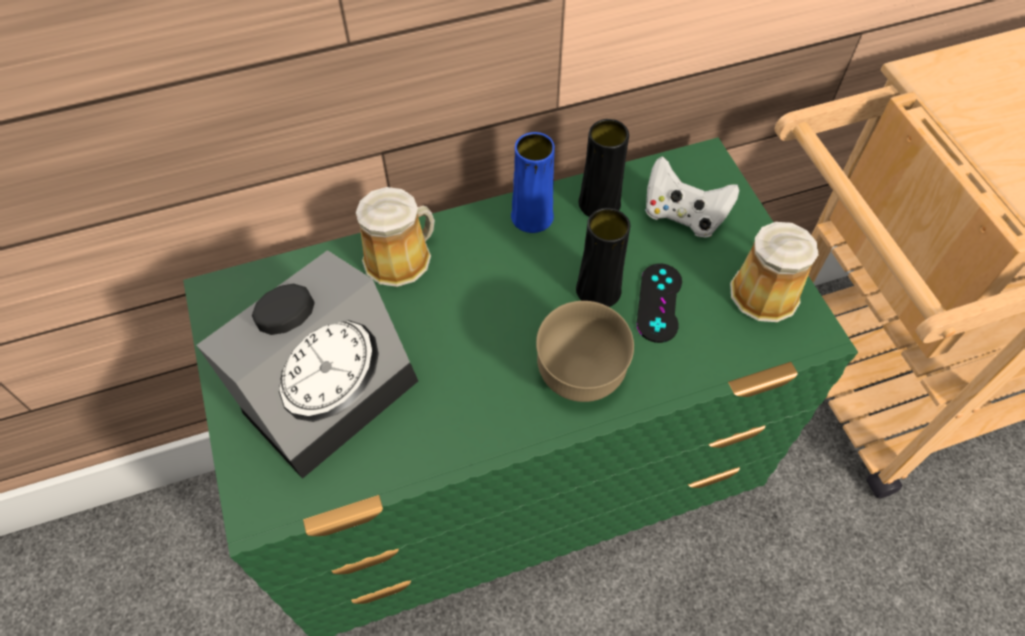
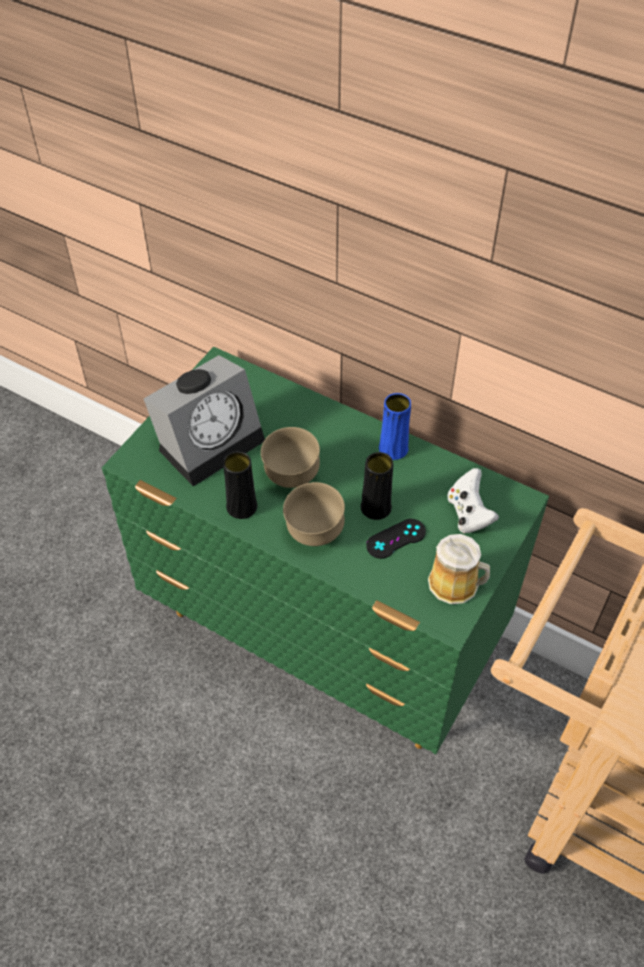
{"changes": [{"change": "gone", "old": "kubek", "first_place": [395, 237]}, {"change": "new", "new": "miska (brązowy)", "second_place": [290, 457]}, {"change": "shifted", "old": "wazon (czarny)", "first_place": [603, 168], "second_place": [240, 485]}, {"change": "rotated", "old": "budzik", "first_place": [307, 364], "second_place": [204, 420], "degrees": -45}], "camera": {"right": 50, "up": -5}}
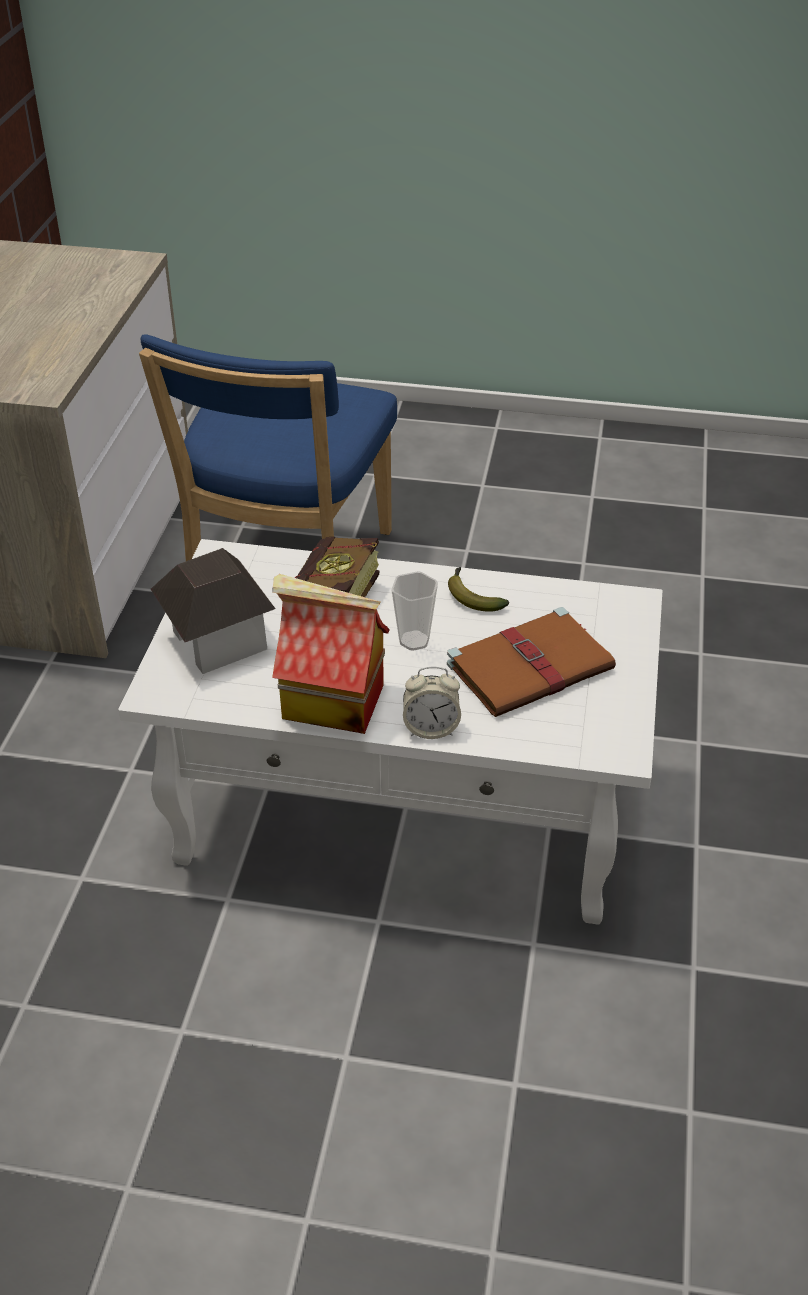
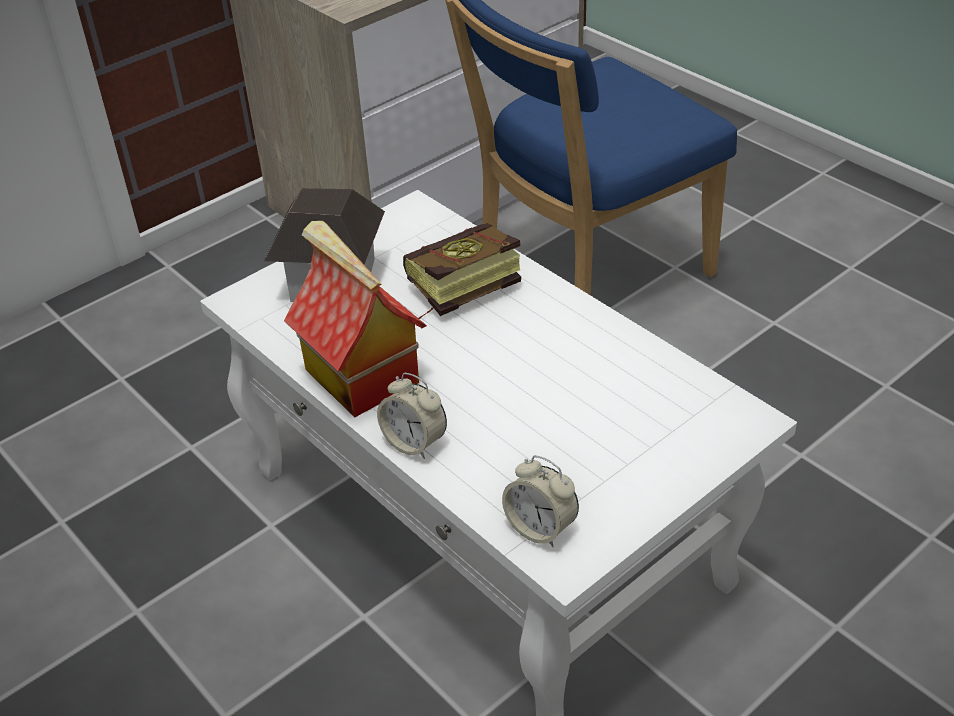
{"changes": [{"change": "gone", "old": "filiżanka", "first_place": [414, 611]}, {"change": "gone", "old": "książka (brązowy)", "first_place": [531, 662]}, {"change": "gone", "old": "banan", "first_place": [478, 589]}, {"change": "new", "new": "budzik", "second_place": [540, 501]}], "camera": {"right": 40, "up": 0}}
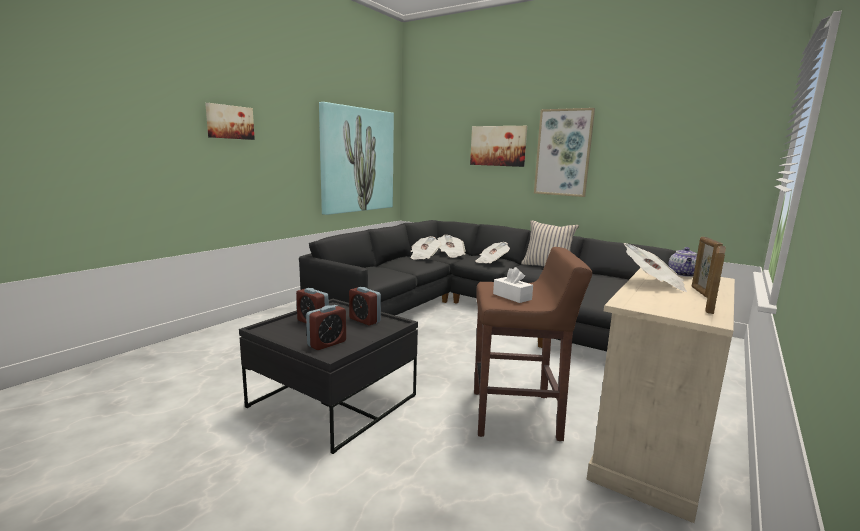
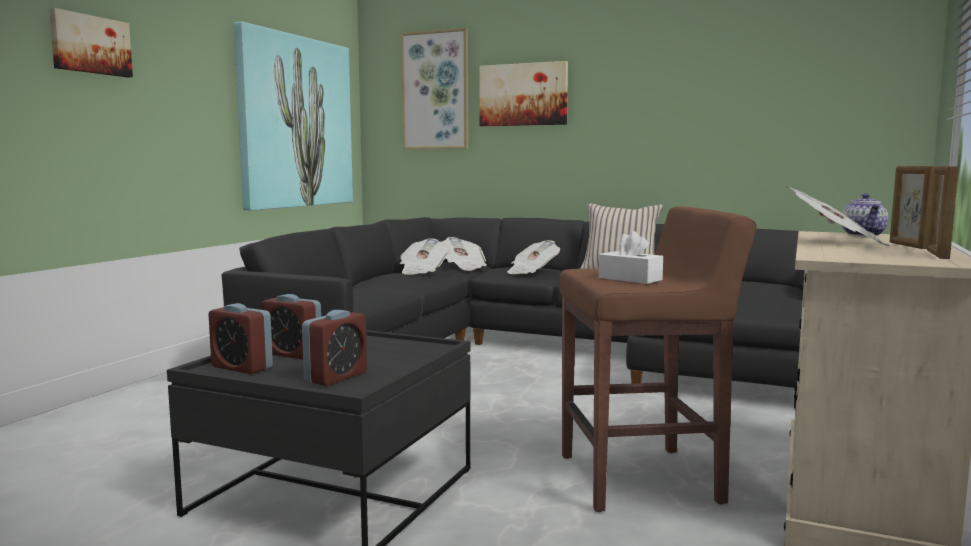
{"changes": [{"change": "shifted", "old": "budzik", "first_place": [365, 306], "second_place": [240, 338]}, {"change": "shifted", "old": "obraz", "first_place": [564, 152], "second_place": [435, 88]}], "camera": {"right": -10, "up": -5}}
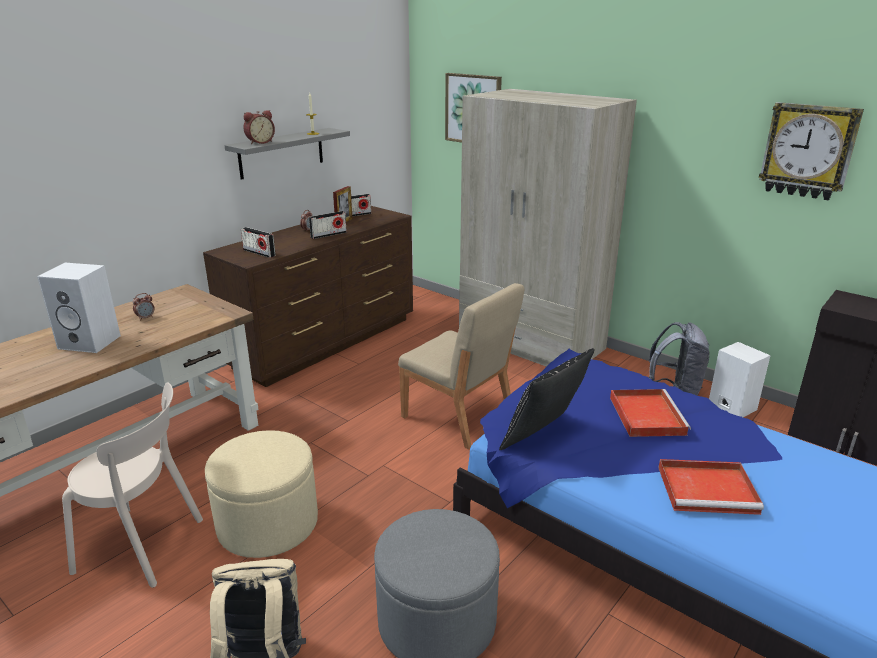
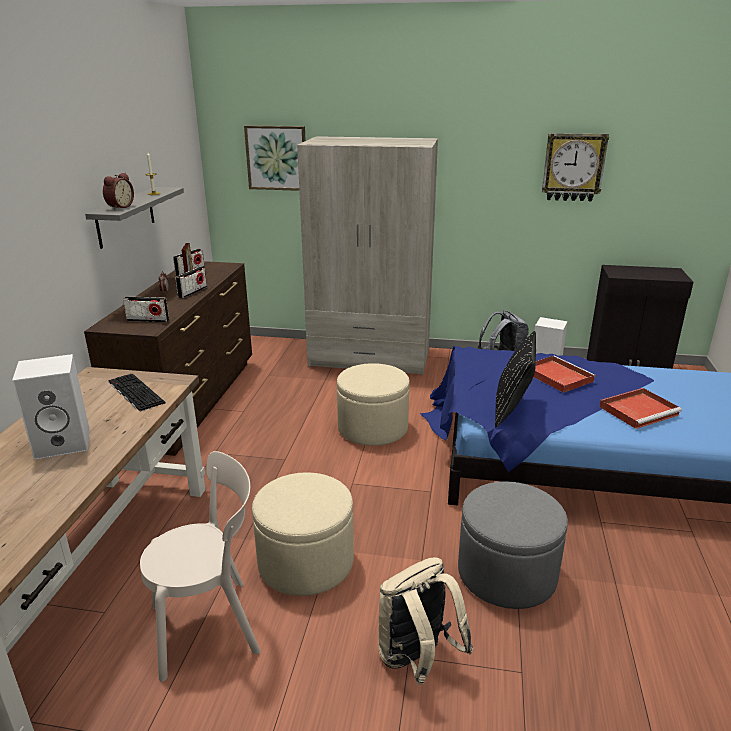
{"changes": [{"change": "gone", "old": "budzik", "first_place": [143, 306]}, {"change": "new", "new": "klawiatura", "second_place": [137, 393]}, {"change": "swapped", "old": "krzesło (beżowy)", "new": "pufa (beżowy)", "first_place": [461, 366], "second_place": [373, 404]}], "camera": {"right": -30, "up": 0}}
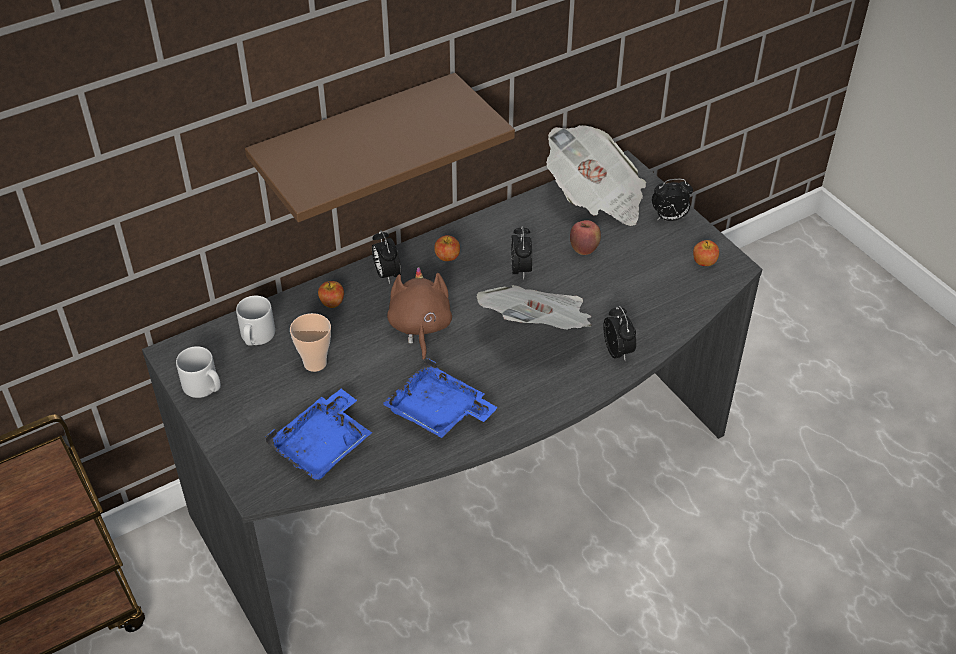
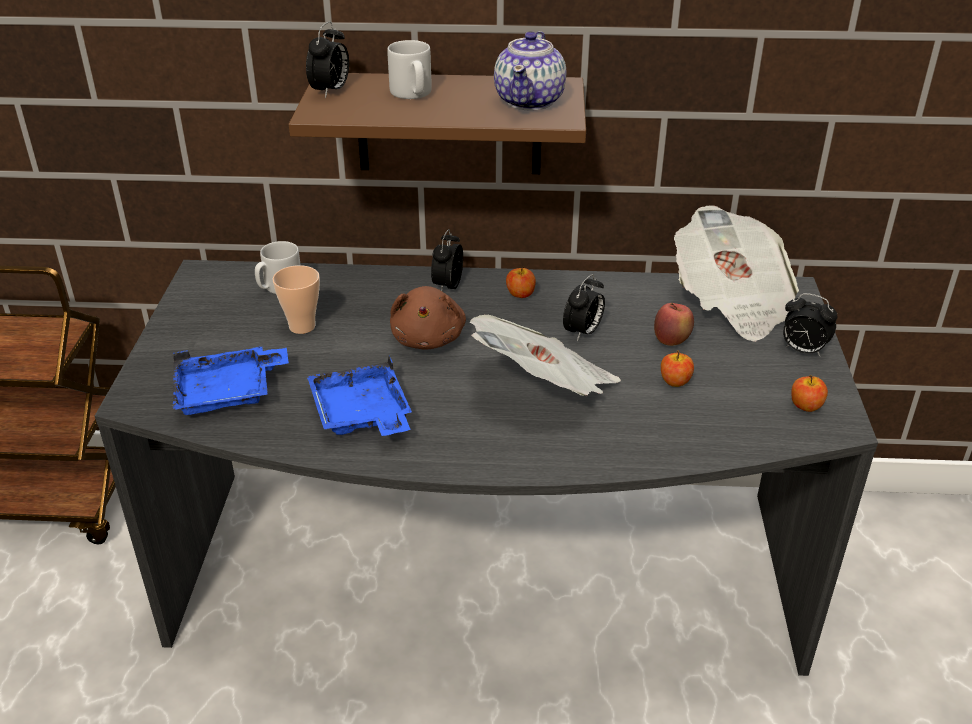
{"changes": [{"change": "new", "new": "imbryk", "second_place": [530, 71]}, {"change": "shifted", "old": "kubek (szary)", "first_place": [198, 372], "second_place": [409, 69]}, {"change": "shifted", "old": "jabłko", "first_place": [331, 294], "second_place": [677, 368]}, {"change": "shifted", "old": "budzik", "first_place": [619, 333], "second_place": [327, 60]}, {"change": "rotated", "old": "pluszak (brązowy)", "first_place": [419, 314], "second_place": [428, 318], "degrees": 150}], "camera": {"right": 35, "up": -10}}
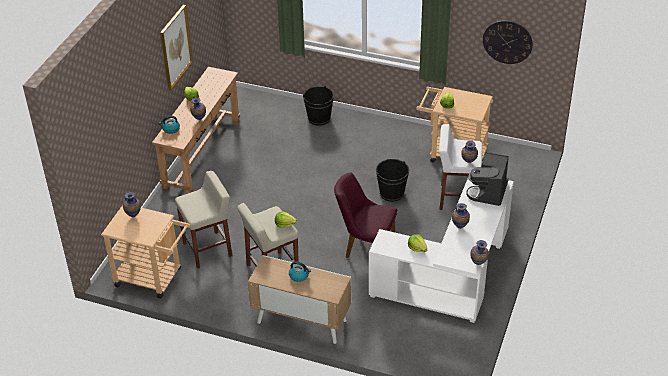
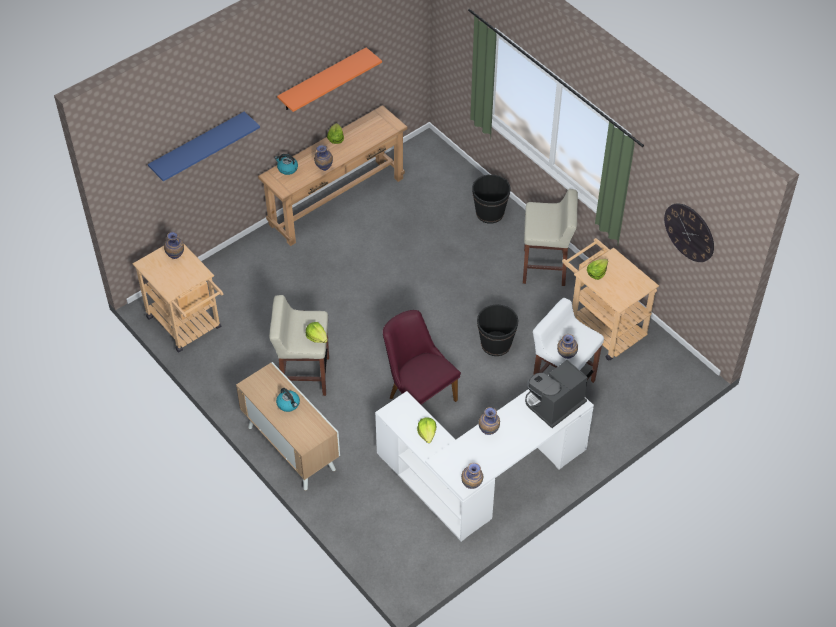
{"changes": [{"change": "new", "new": "półka (niebieski)", "second_place": [204, 146]}, {"change": "shifted", "old": "stołek (beżowy)", "first_place": [203, 219], "second_place": [550, 237]}, {"change": "swapped", "old": "obraz", "new": "półka (pomarańczowy)", "first_place": [176, 47], "second_place": [329, 79]}], "camera": {"right": 30, "up": 10}}
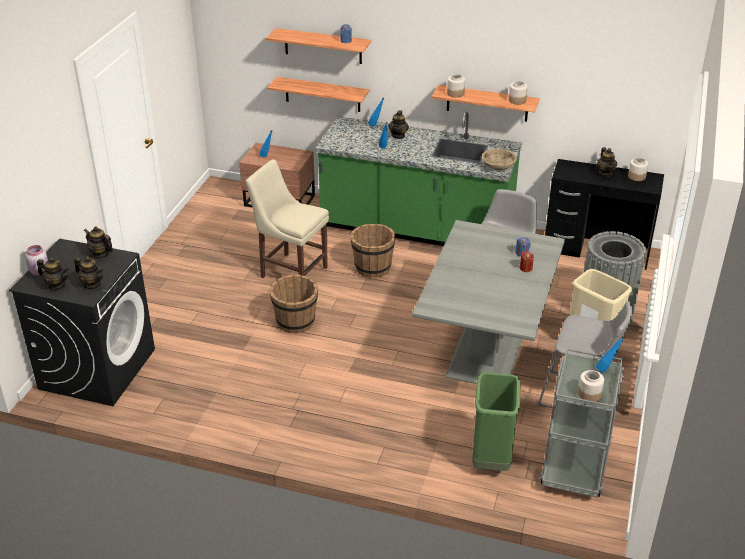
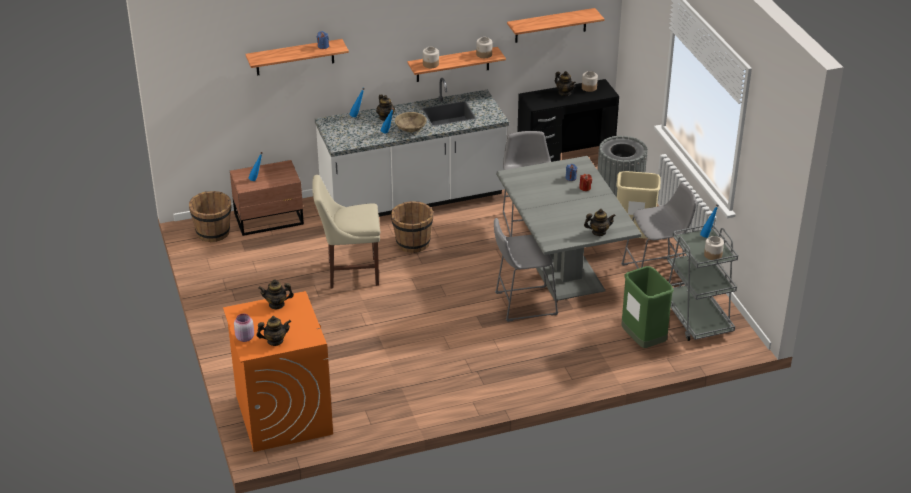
{"changes": [{"change": "new", "new": "stołek (szary)", "second_place": [526, 270]}, {"change": "shifted", "old": "imbryk", "first_place": [89, 272], "second_place": [600, 222]}, {"change": "shifted", "old": "półka", "first_place": [318, 94], "second_place": [555, 25]}, {"change": "shifted", "old": "wiadro (brązowy)", "first_place": [293, 304], "second_place": [210, 216]}, {"change": "shifted", "old": "miska (beżowy)", "first_place": [499, 159], "second_place": [411, 122]}, {"change": "repainted", "old": "pralka (czarny)", "new": "pralka (pomarańczowy)", "first_place": [82, 322], "second_place": [278, 371]}, {"change": "repainted", "old": "zabudowa kuchenna (zielony)", "new": "zabudowa kuchenna (biały)", "first_place": [419, 179], "second_place": [412, 147]}], "camera": {"right": -35, "up": 0}}
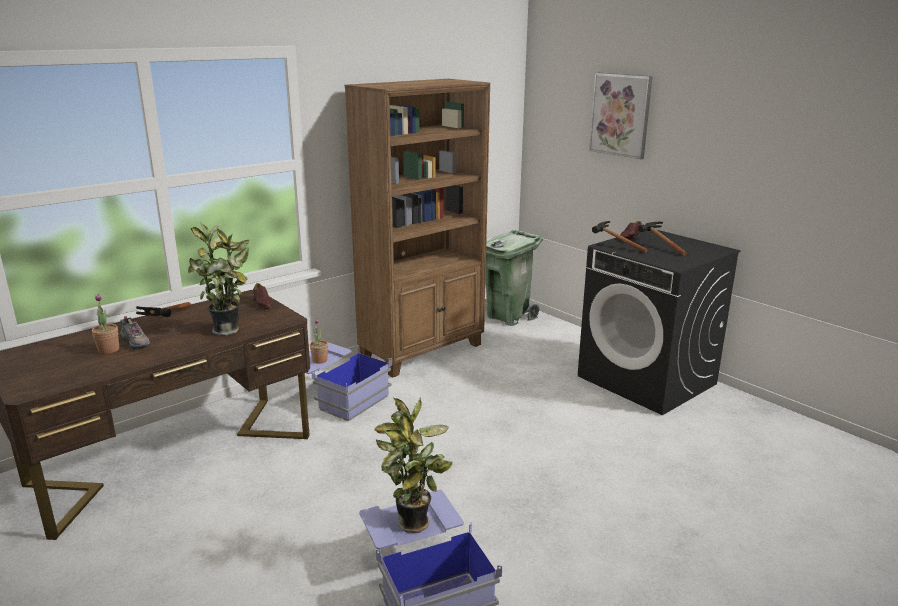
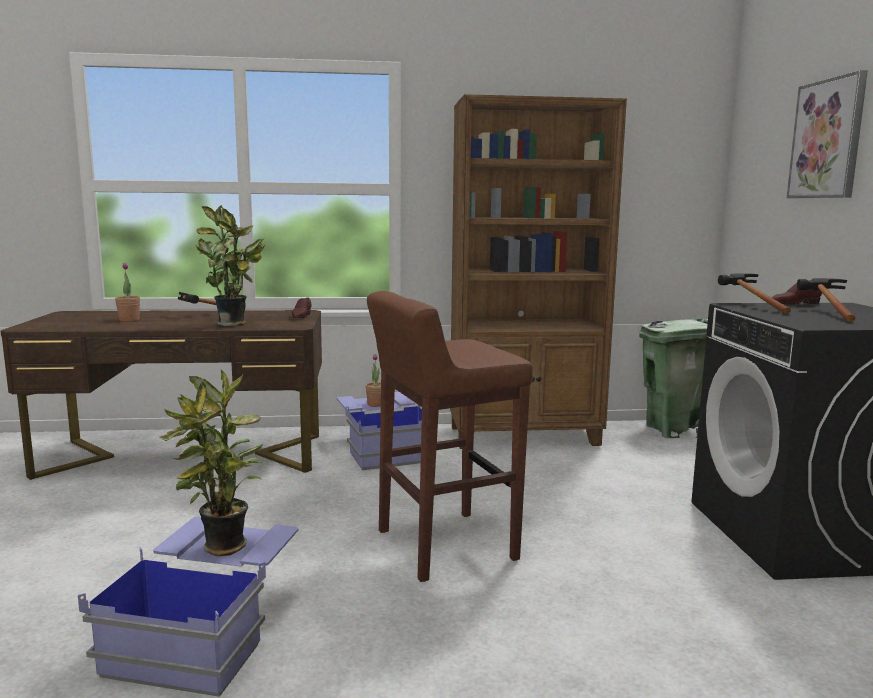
{"changes": [{"change": "gone", "old": "but", "first_place": [135, 332]}, {"change": "new", "new": "stołek (brązowy)", "second_place": [449, 436]}], "camera": {"right": 35, "up": -10}}
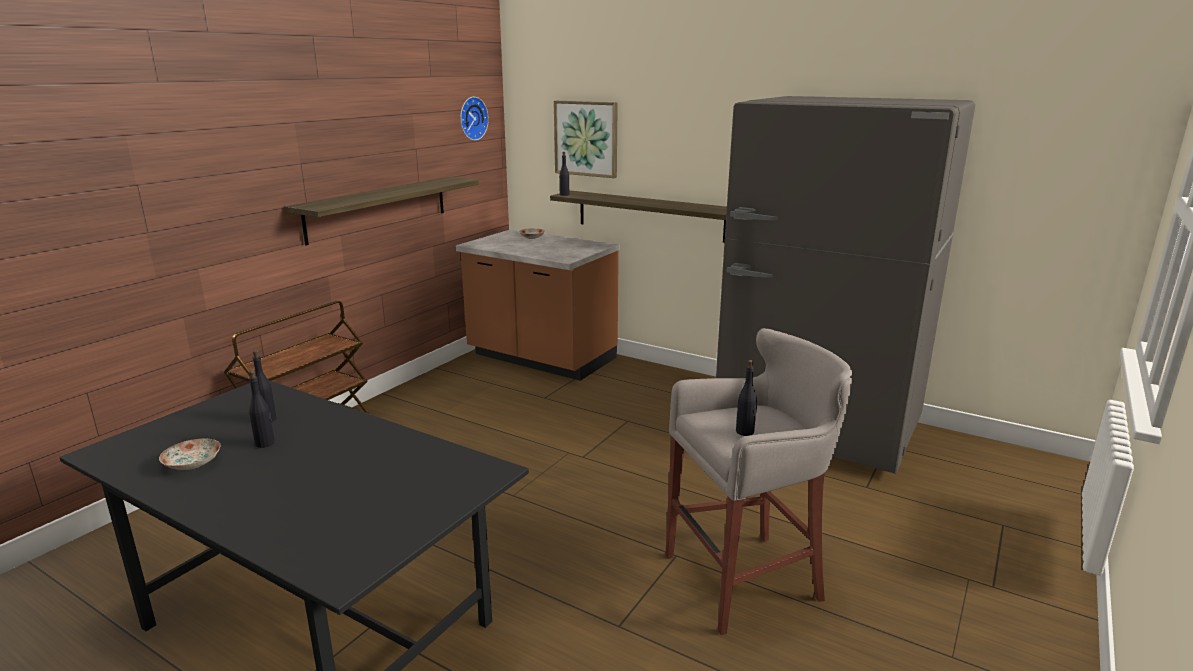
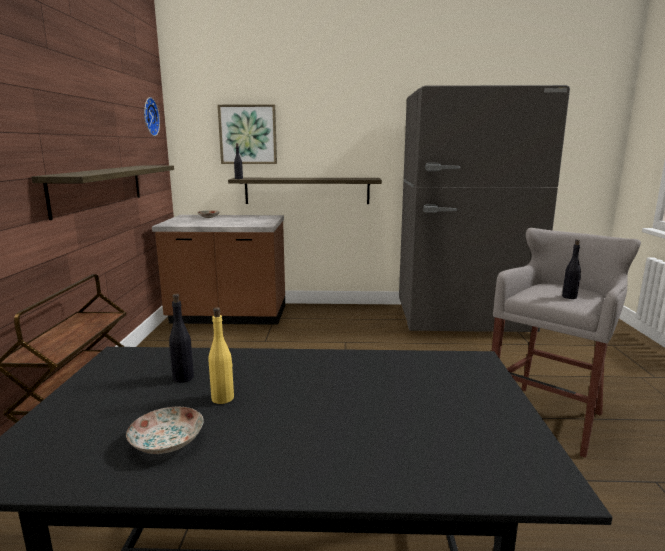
{"changes": [{"change": "repainted", "old": "butelka (czarny)", "new": "butelka (żółty)", "first_place": [262, 409], "second_place": [221, 355]}], "camera": {"right": -30, "up": -5}}
